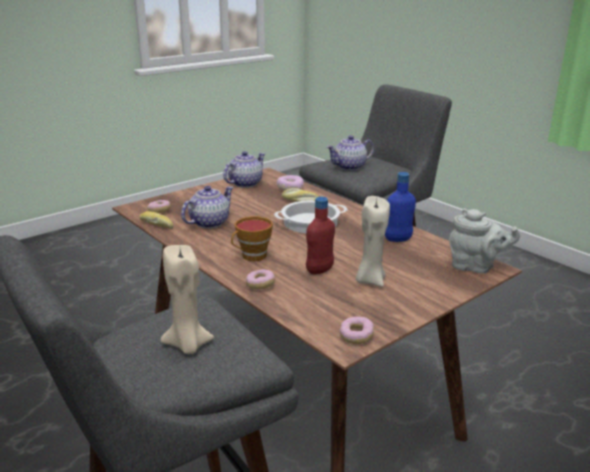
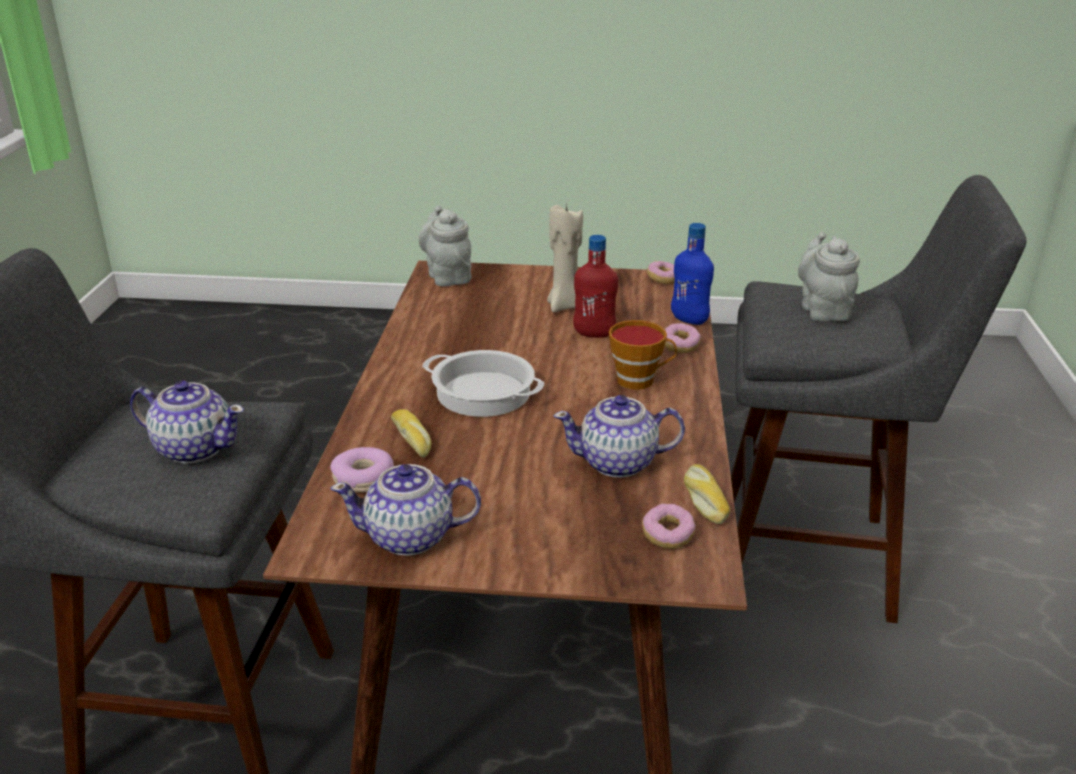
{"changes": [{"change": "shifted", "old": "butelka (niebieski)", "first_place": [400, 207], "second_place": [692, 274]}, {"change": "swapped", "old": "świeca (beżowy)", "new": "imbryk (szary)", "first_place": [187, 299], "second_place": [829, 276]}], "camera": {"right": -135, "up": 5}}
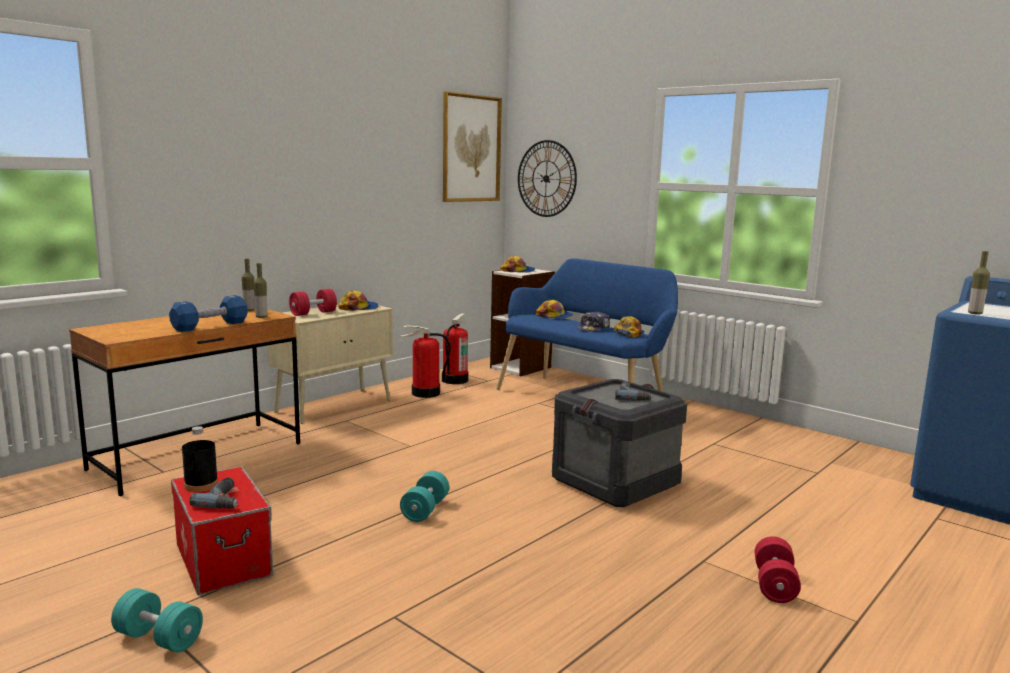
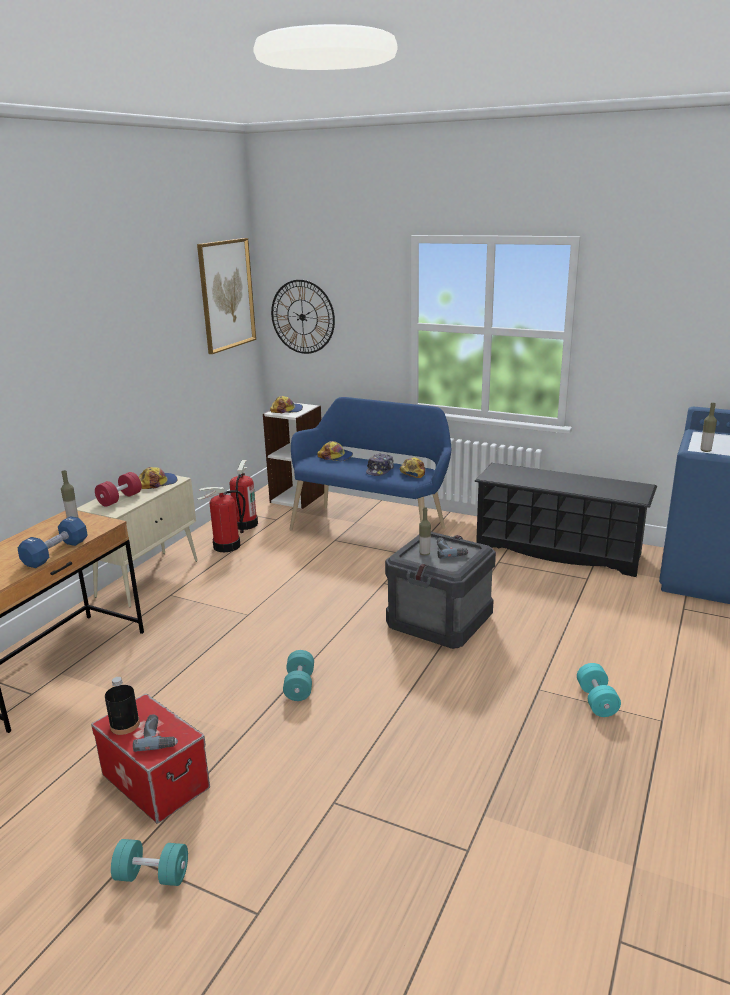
{"changes": [{"change": "new", "new": "regał na buty (czarny)", "second_place": [565, 520]}, {"change": "shifted", "old": "butelka", "first_place": [260, 290], "second_place": [425, 531]}, {"change": "repainted", "old": "hantel (czerwony)", "new": "hantel (turkusowy)", "first_place": [778, 569], "second_place": [599, 690]}], "camera": {"right": -15, "up": 10}}
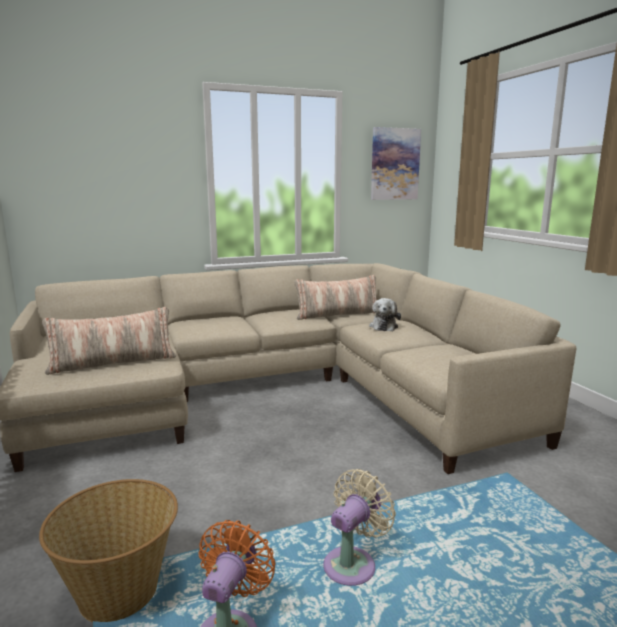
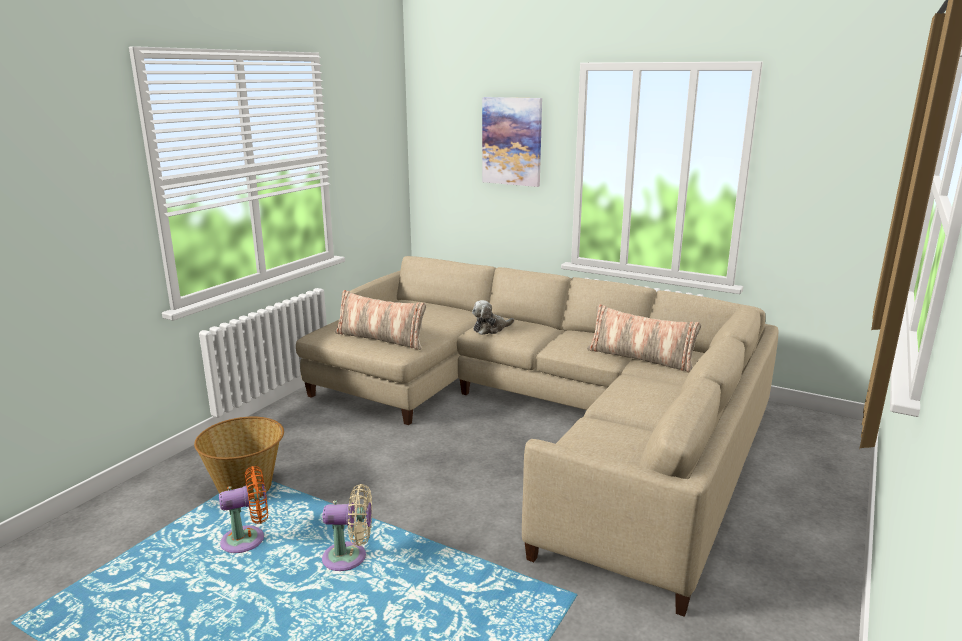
{"changes": [{"change": "shifted", "old": "pluszak", "first_place": [385, 314], "second_place": [493, 317]}, {"change": "shifted", "old": "obraz", "first_place": [396, 163], "second_place": [512, 142]}], "camera": {"right": 50, "up": 5}}
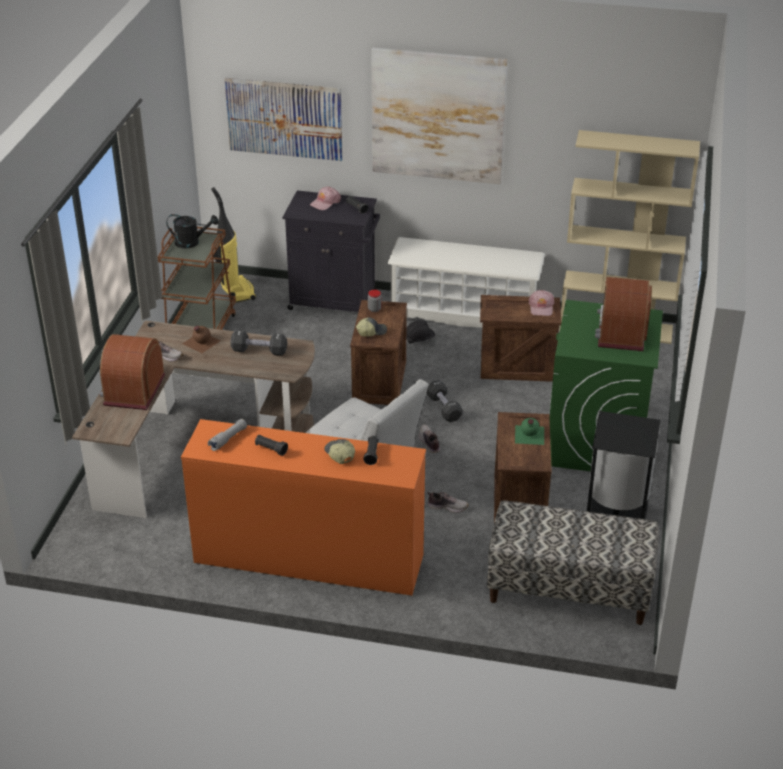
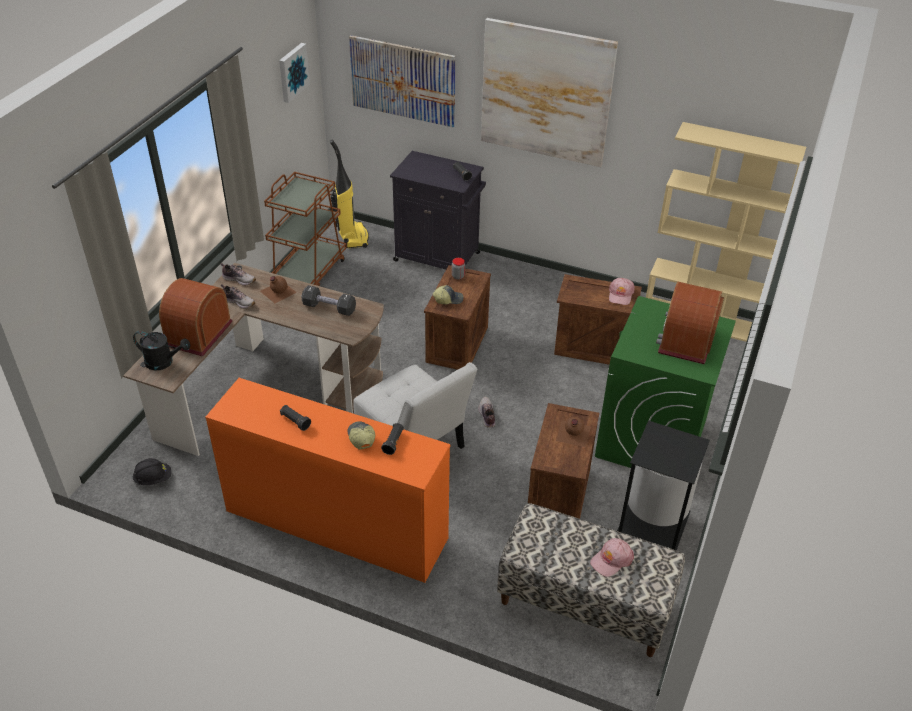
{"changes": [{"change": "gone", "old": "latarka (szary)", "first_place": [227, 435]}, {"change": "gone", "old": "regał na buty (biały)", "first_place": [466, 282]}, {"change": "gone", "old": "hantel (czarny)", "first_place": [445, 401]}, {"change": "new", "new": "obraz", "second_place": [294, 73]}, {"change": "shifted", "old": "konewka (czarny)", "first_place": [192, 231], "second_place": [161, 350]}, {"change": "shifted", "old": "czapka z daszkiem (różowy)", "first_place": [325, 198], "second_place": [612, 557]}, {"change": "shifted", "old": "kask (czarny)", "first_place": [420, 332], "second_place": [152, 471]}, {"change": "shifted", "old": "but", "first_place": [448, 502], "second_place": [238, 274]}, {"change": "repainted", "old": "butelka (zielony)", "new": "butelka (brązowy)", "first_place": [529, 431], "second_place": [573, 432]}], "camera": {"right": 10, "up": 5}}
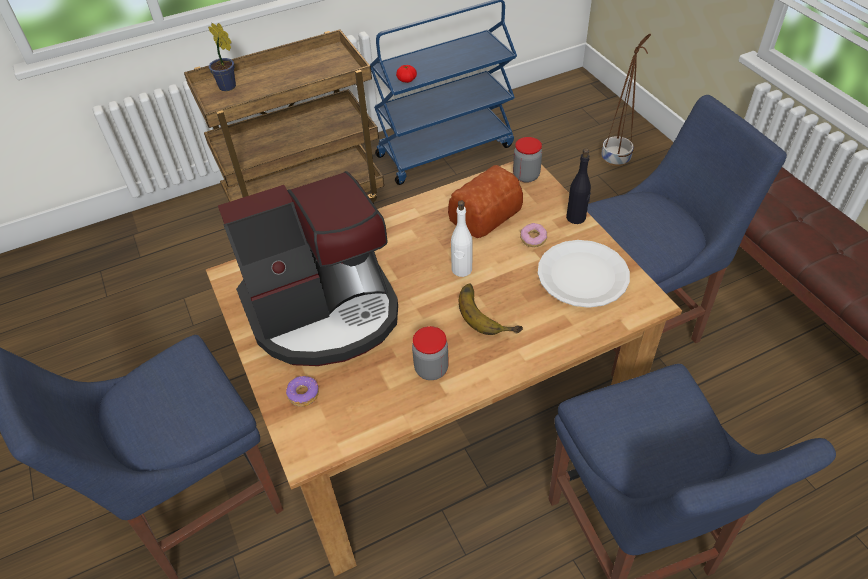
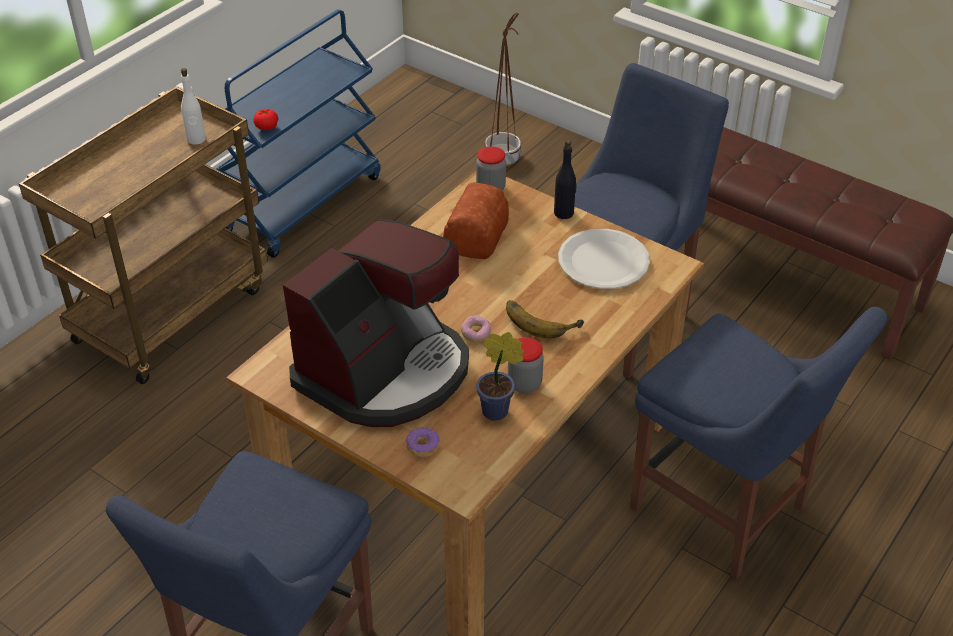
{"changes": [{"change": "shifted", "old": "roślina doniczkowa", "first_place": [222, 57], "second_place": [500, 376]}, {"change": "shifted", "old": "butelka (biały)", "first_place": [461, 239], "second_place": [193, 106]}, {"change": "shifted", "old": "donut", "first_place": [533, 235], "second_place": [476, 328]}], "camera": {"right": -30, "up": -5}}
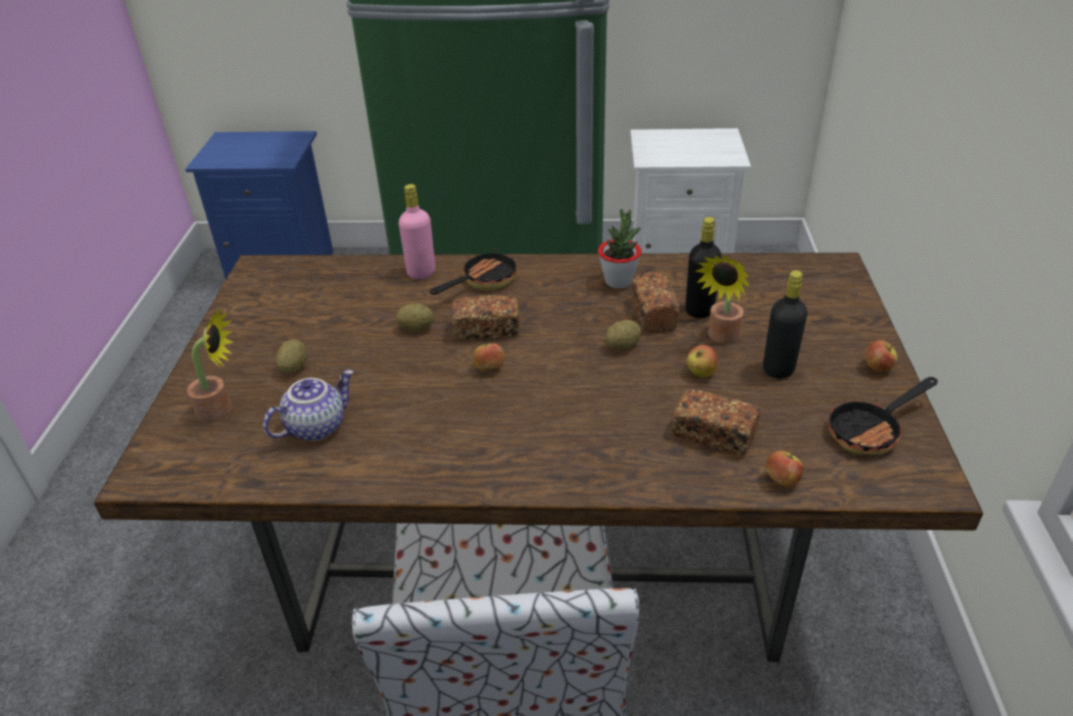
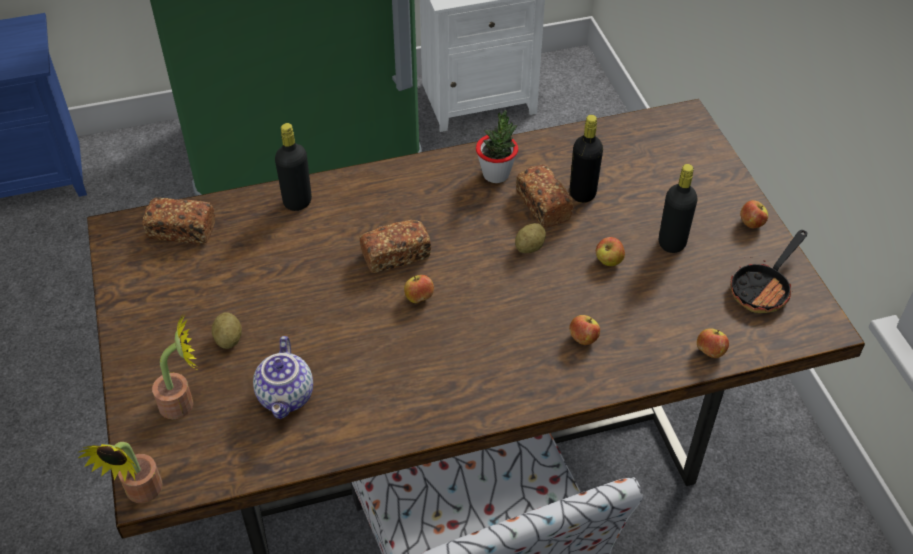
{"changes": [{"change": "gone", "old": "ziemniak", "first_place": [415, 318]}, {"change": "gone", "old": "patelnia", "first_place": [473, 272]}, {"change": "new", "new": "jabłko", "second_place": [584, 330]}, {"change": "shifted", "old": "chleb", "first_place": [716, 422], "second_place": [178, 220]}, {"change": "shifted", "old": "roślina doniczkowa", "first_place": [722, 299], "second_place": [120, 472]}, {"change": "repainted", "old": "butelka (różowy)", "new": "butelka (czarny)", "first_place": [417, 231], "second_place": [293, 167]}, {"change": "rotated", "old": "imbryk", "first_place": [308, 405], "second_place": [283, 377], "degrees": 150}], "camera": {"right": -20, "up": 10}}
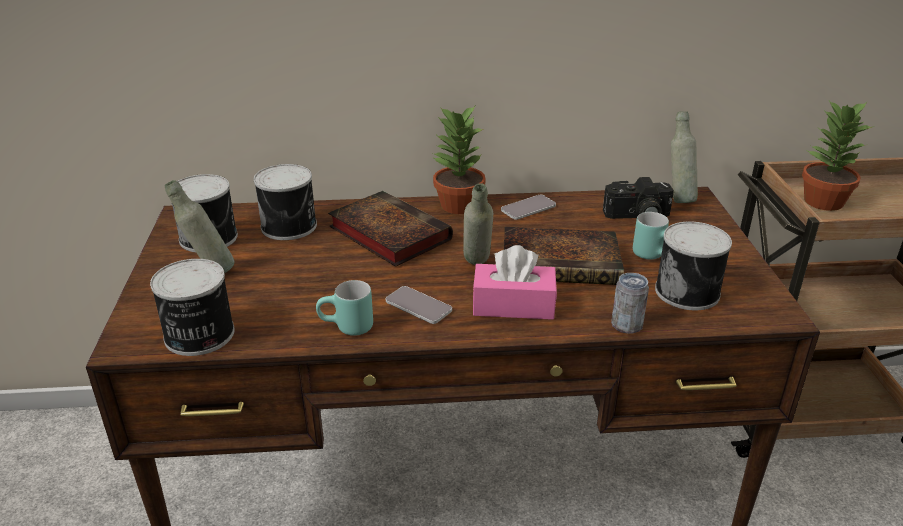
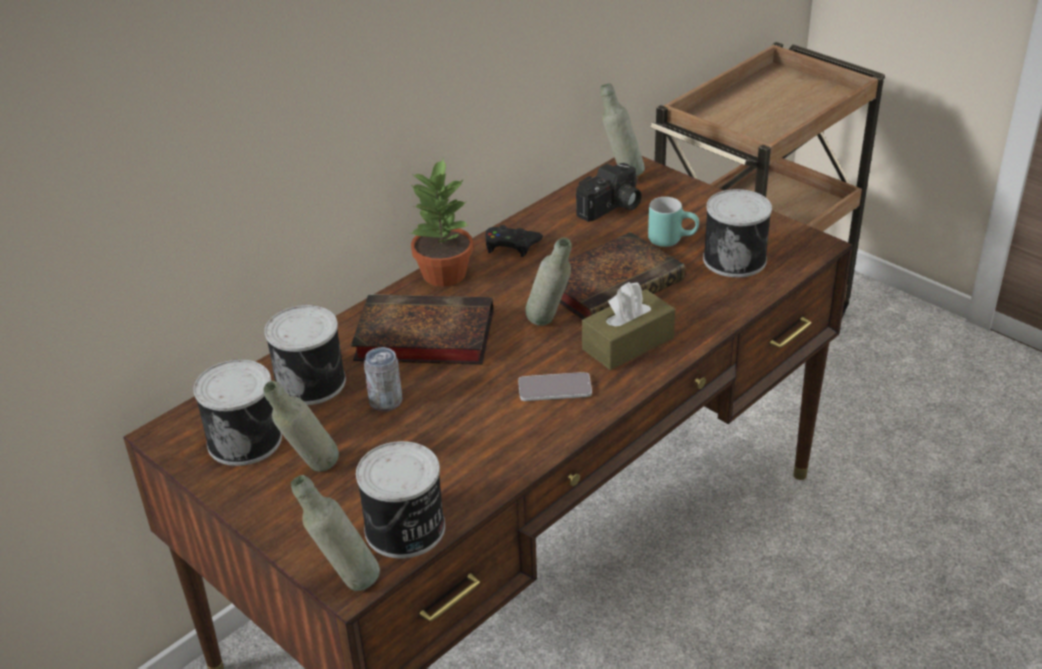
{"changes": [{"change": "gone", "old": "kubek (turkusowy)", "first_place": [344, 308]}, {"change": "gone", "old": "roślina doniczkowa", "first_place": [838, 156]}, {"change": "new", "new": "butelka (szary)", "second_place": [335, 533]}, {"change": "shifted", "old": "puszka", "first_place": [630, 303], "second_place": [383, 379]}, {"change": "swapped", "old": "telefon", "new": "pad do gier (czarny)", "first_place": [528, 207], "second_place": [514, 241]}, {"change": "repainted", "old": "pudełko chusteczek (różowy)", "new": "pudełko chusteczek (brązowy)", "first_place": [515, 282], "second_place": [628, 326]}], "camera": {"right": -40, "up": 5}}
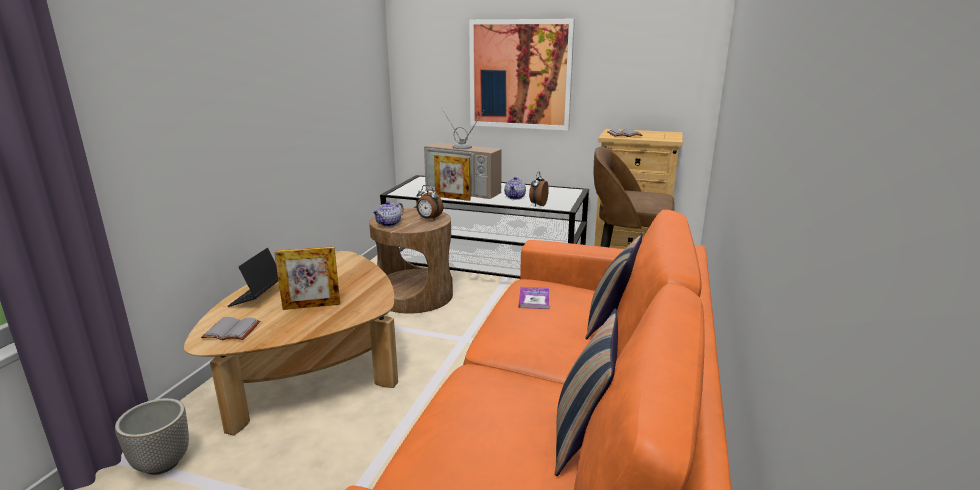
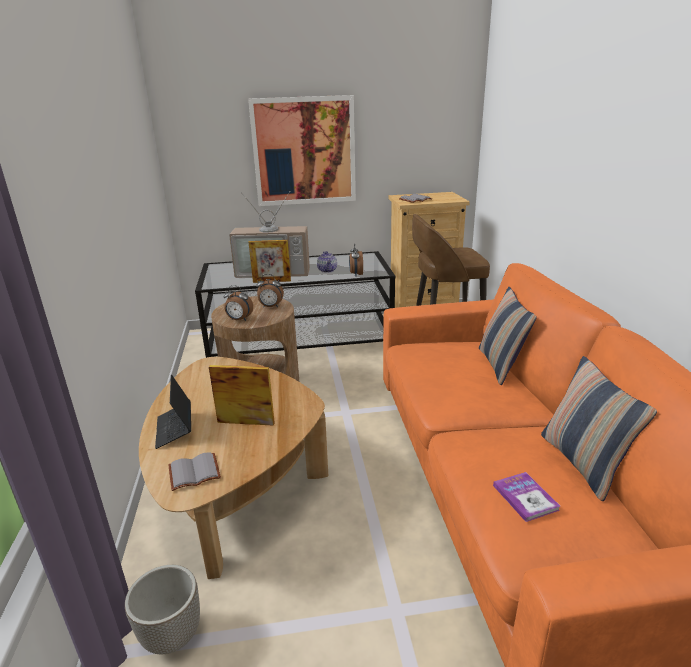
{"changes": [{"change": "shifted", "old": "książka", "first_place": [534, 298], "second_place": [526, 497]}, {"change": "swapped", "old": "imbryk", "new": "budzik", "first_place": [388, 214], "second_place": [238, 303]}, {"change": "rotated", "old": "ramka na zdjęcie", "first_place": [307, 278], "second_place": [242, 395], "degrees": -135}], "camera": {"right": -25, "up": 5}}
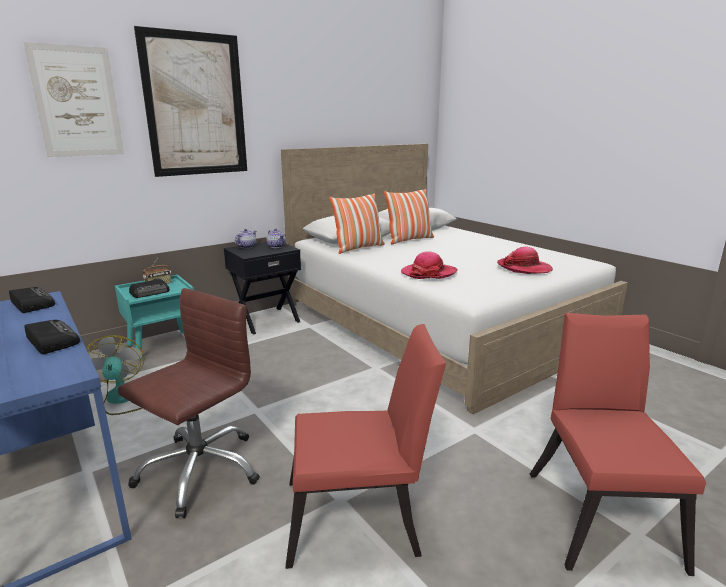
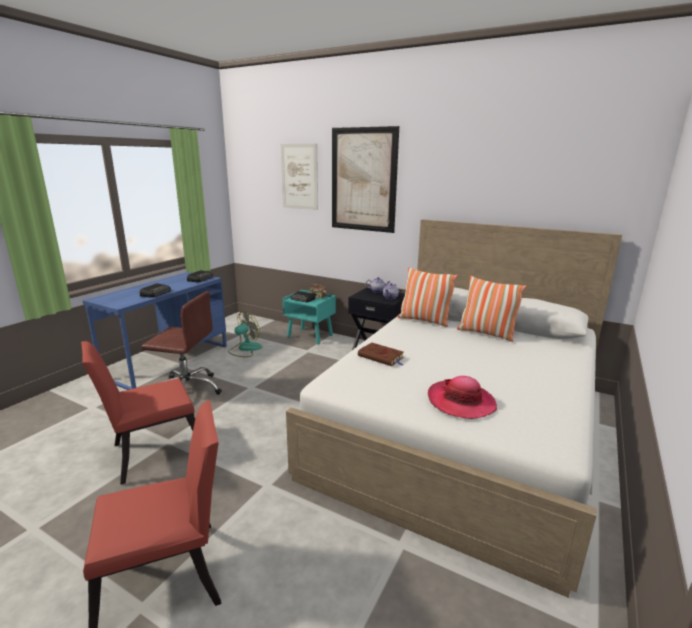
{"changes": [{"change": "swapped", "old": "kapelusz", "new": "książka (brązowy)", "first_place": [429, 265], "second_place": [381, 354]}, {"change": "rotated", "old": "krzesło (czerwony)", "first_place": [366, 446], "second_place": [138, 413], "degrees": 90}], "camera": {"right": 65, "up": 0}}
